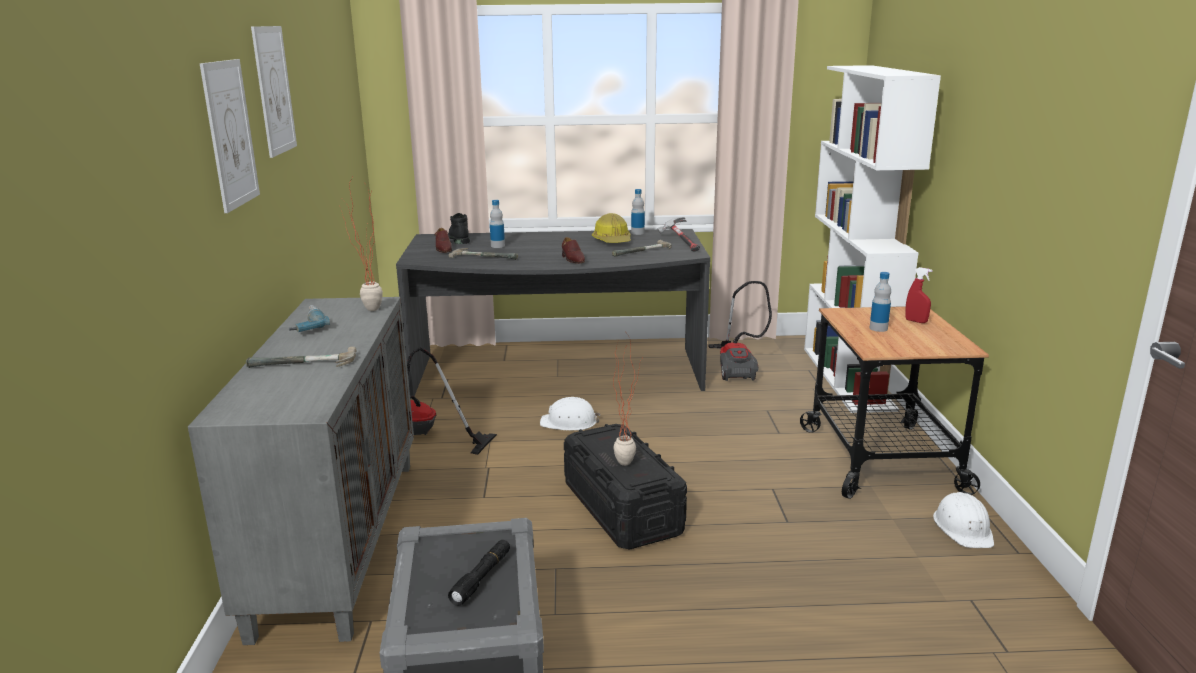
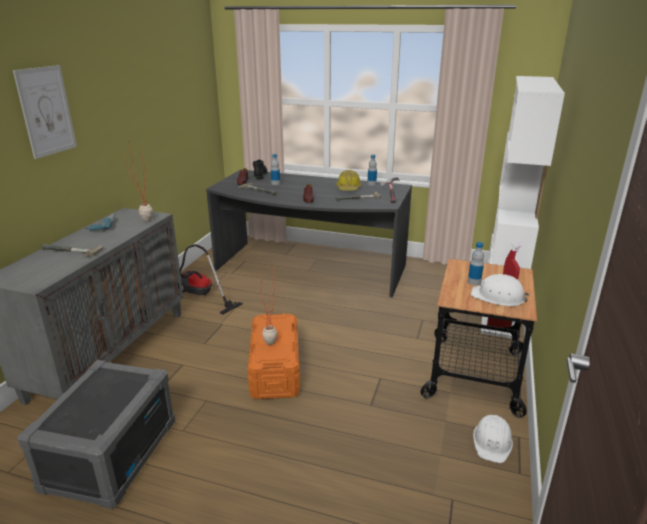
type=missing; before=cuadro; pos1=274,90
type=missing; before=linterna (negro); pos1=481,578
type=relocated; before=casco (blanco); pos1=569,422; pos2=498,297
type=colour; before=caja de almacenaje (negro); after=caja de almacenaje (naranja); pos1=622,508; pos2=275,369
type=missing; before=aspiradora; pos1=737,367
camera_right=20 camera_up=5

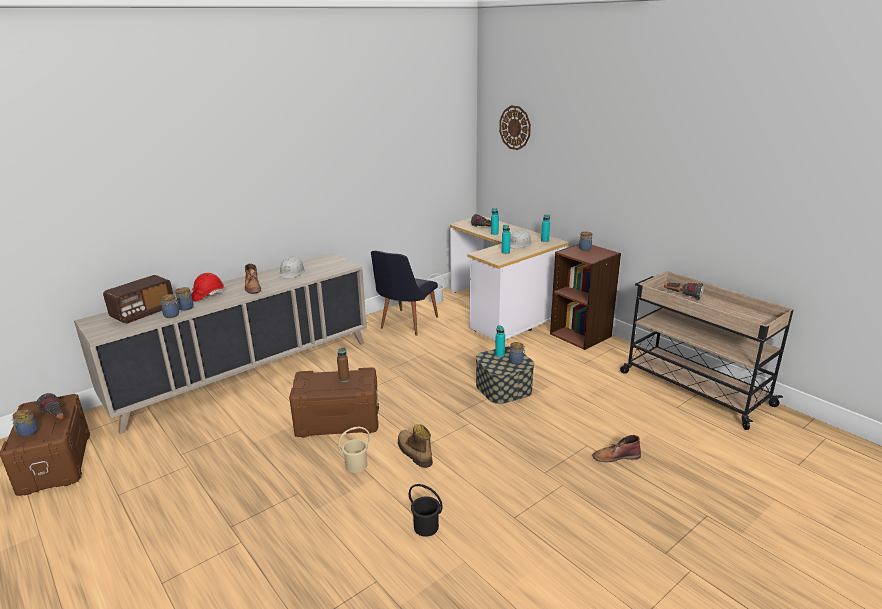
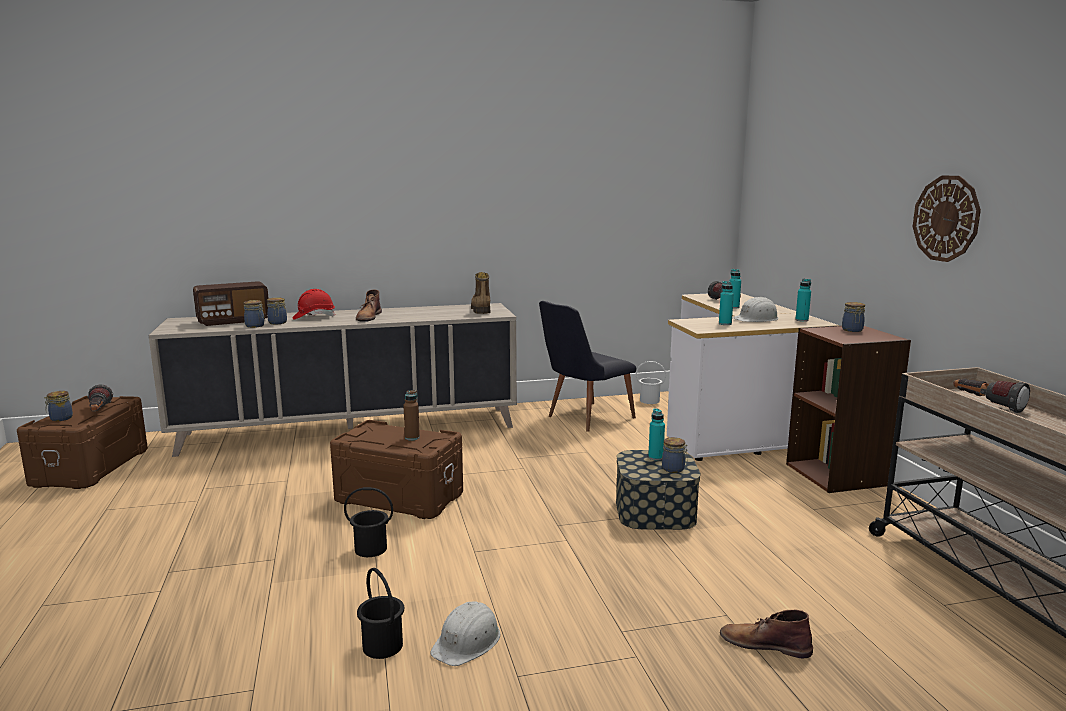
type=relocated; before=casco (blanco); pos1=291,272; pos2=467,641
type=colour; before=cubo (beis); after=cubo (negro); pos1=356,465; pos2=370,549
type=relocated; before=bota; pos1=414,453; pos2=480,309
type=relocated; before=reloj de pared; pos1=515,127; pos2=946,218
camera_right=25 camera_up=-10

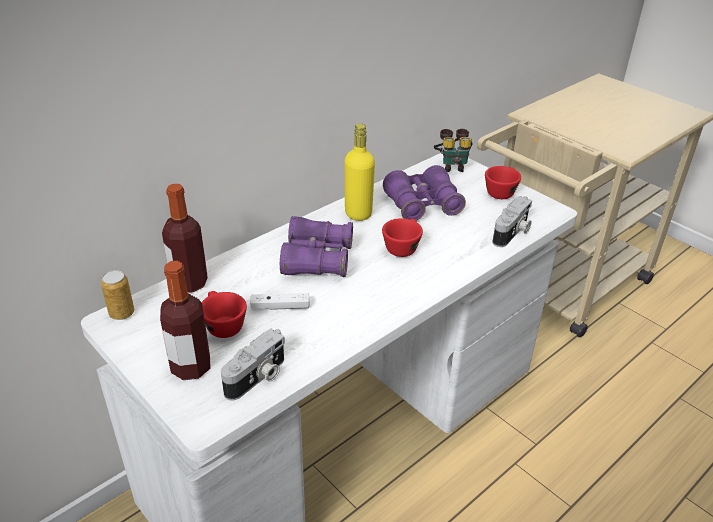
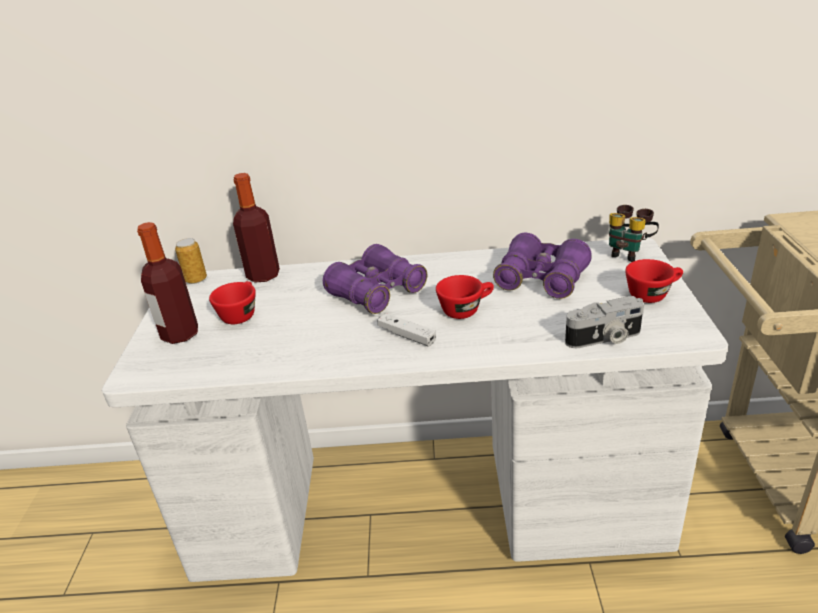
type=missing; before=cámara; pos1=258,378
type=relocated; before=mando de consola (blanco); pos1=280,307; pos2=406,335
type=missing; before=botella (amarillo); pos1=358,214
camera_right=45 camera_up=-5

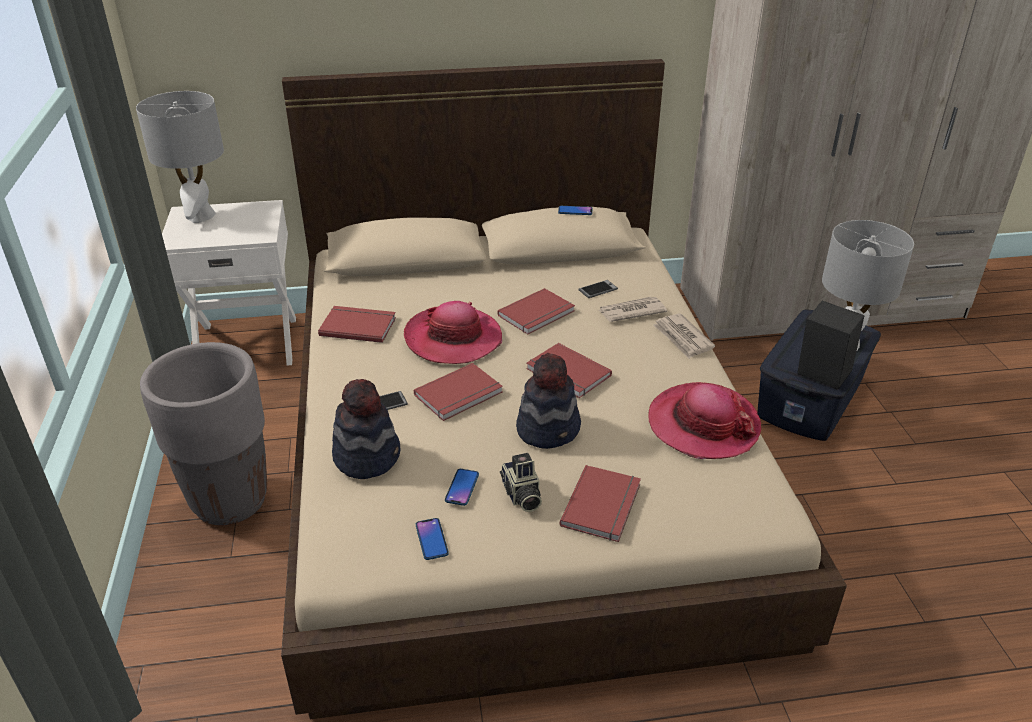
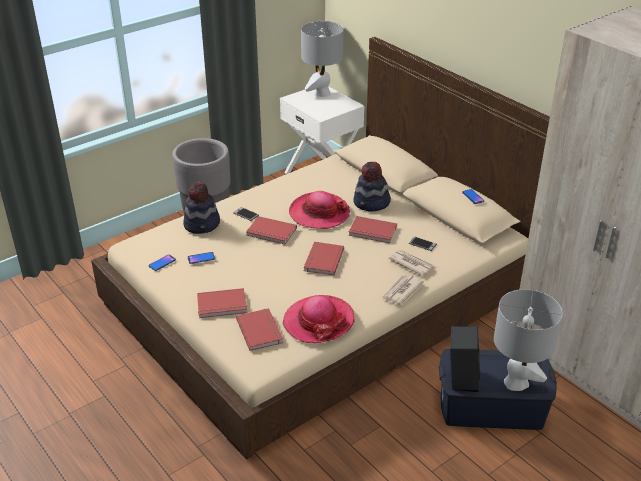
type=relocated; before=libro (rojo); pos1=358,325; pos2=261,330
type=missing; before=cámara; pos1=521,495
type=relocated; before=sombrero; pos1=549,428; pos2=371,203
camera_right=60 camera_up=0

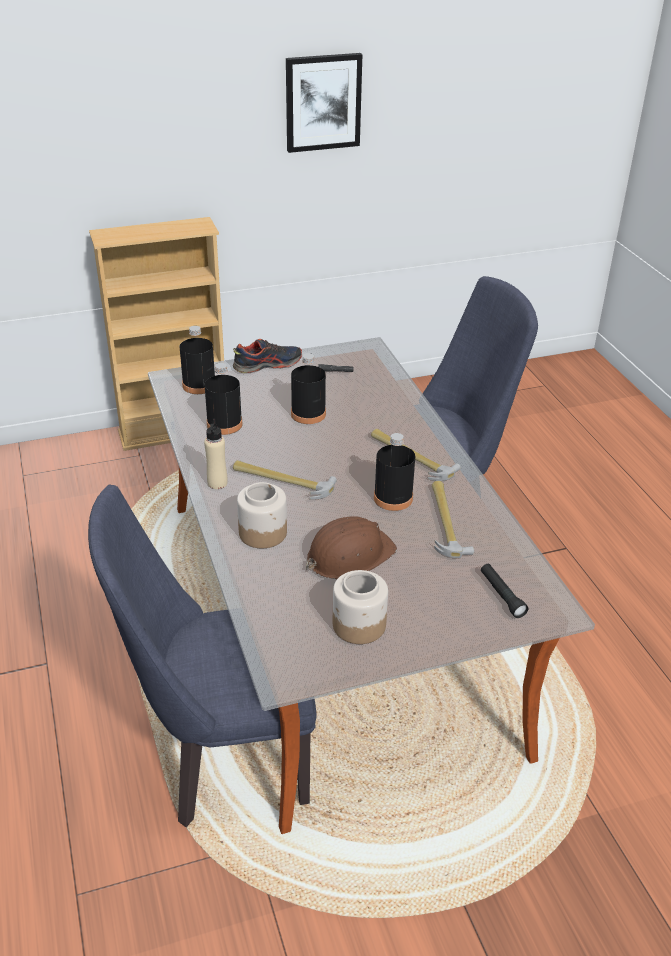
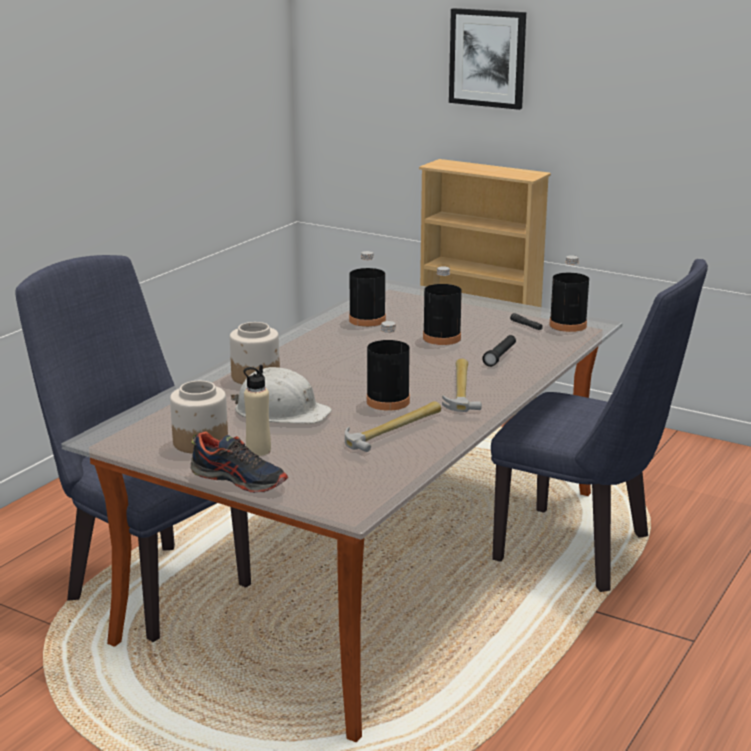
type=relocated; before=botella (negro); pos1=199,385; pos2=568,325
type=relocated; before=botella (beis); pos1=217,483; pos2=258,450
type=relocated; before=zapato; pos1=267,364; pos2=239,479
type=missing; before=martillo; pos1=282,481
type=relocated; before=cuadro; pos1=323,102; pos2=488,58
type=colour; before=casco (marrón); after=casco (blanco); pos1=349,555; pos2=281,411
type=relocated; before=linterna (negro); pos1=502,595; pos2=500,356
camera_right=50 camera_up=-15

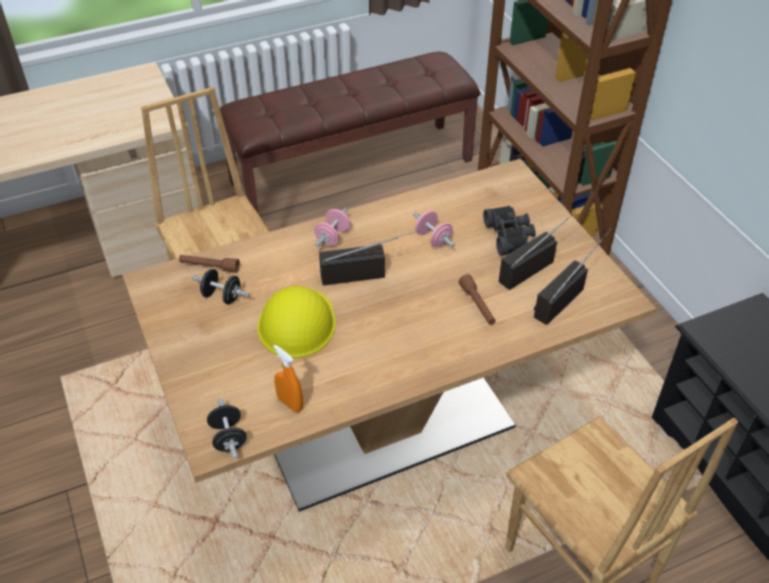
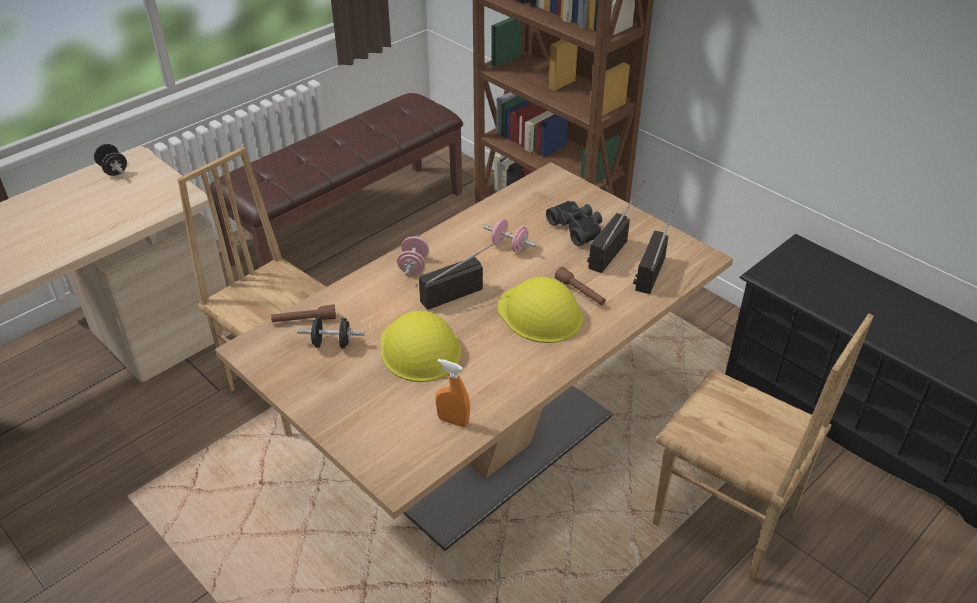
type=relocated; before=mancuerna (negro); pos1=228,438; pos2=113,170
type=appeared; after=casco (amarillo); pos2=540,313
camera_right=-20 camera_up=-5

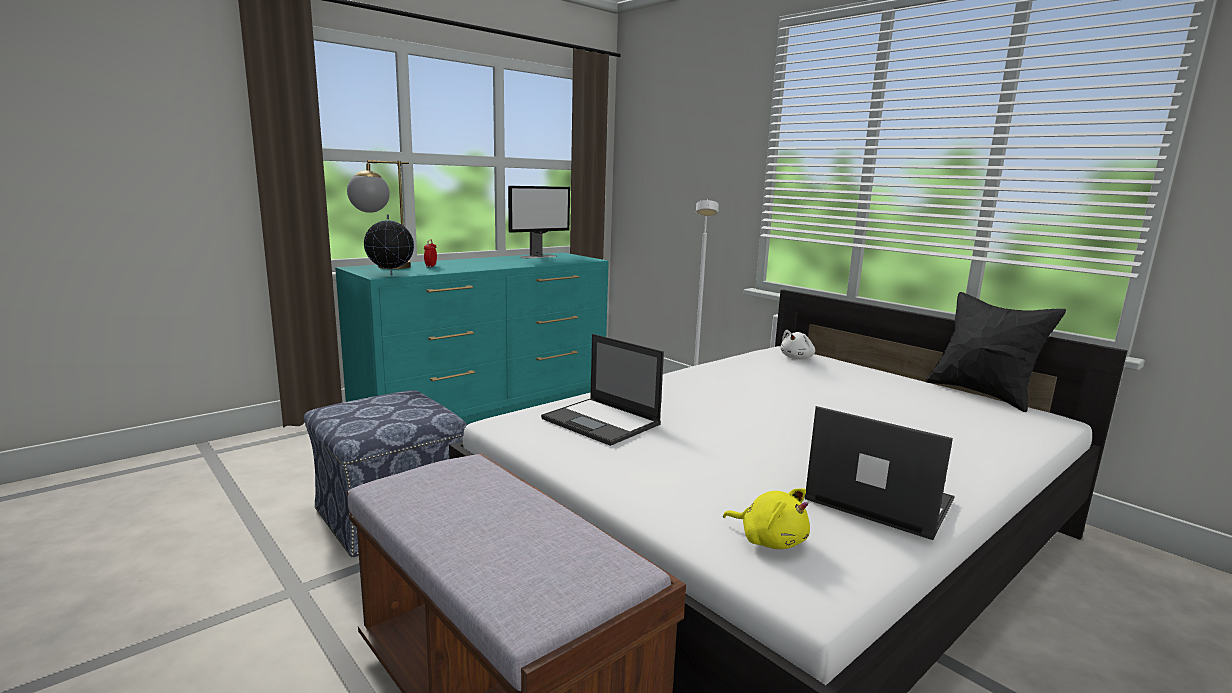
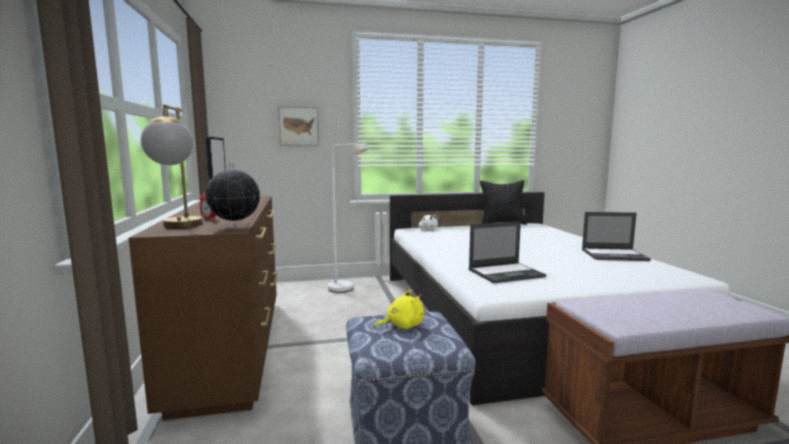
type=colour; before=cómoda (turquesa); after=cómoda (marrón); pos1=488,406; pos2=232,347
type=relocated; before=peluche (amarillo); pos1=769,540; pos2=402,326
type=spun; before=portátil; pos1=876,499; pos2=615,255; turn=-150
type=appeared; after=cuadro; pos2=298,126
camera_right=-60 camera_up=-5

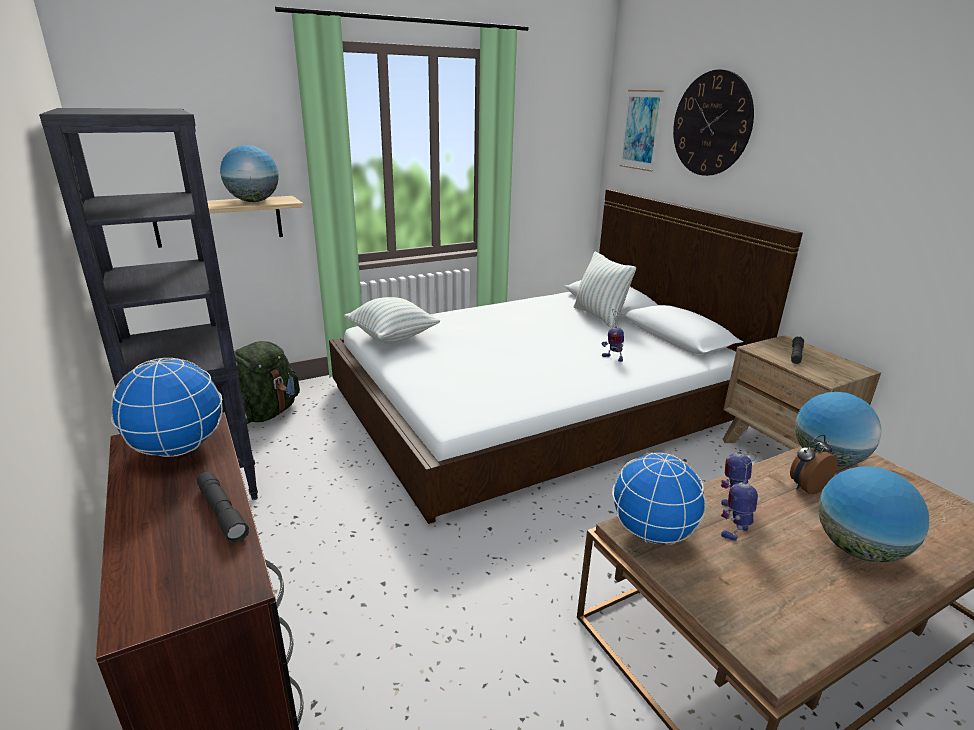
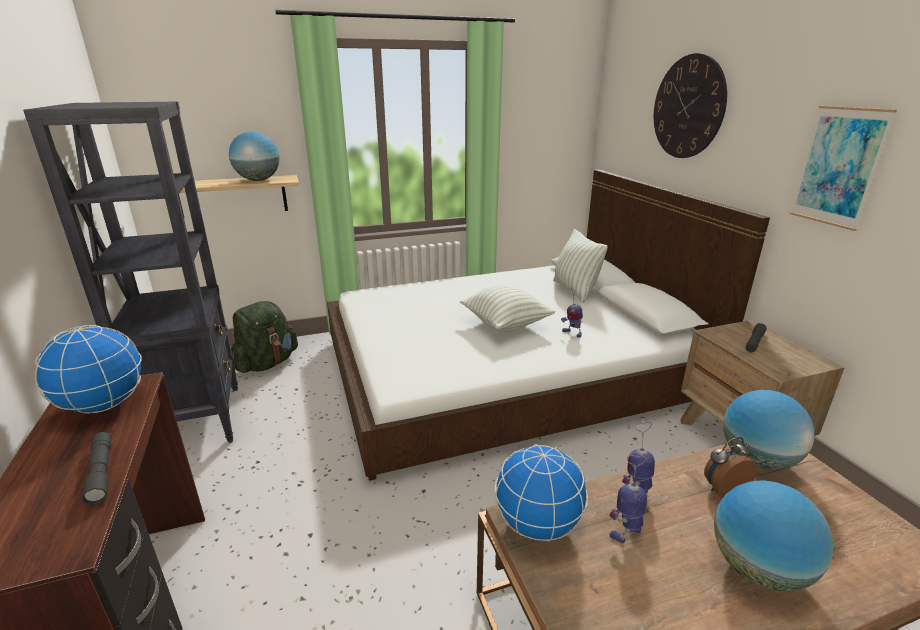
type=relocated; before=cojín; pos1=392,337; pos2=505,324
type=relocated; before=cuadro; pos1=640,130; pos2=838,167
camera_right=10 camera_up=0

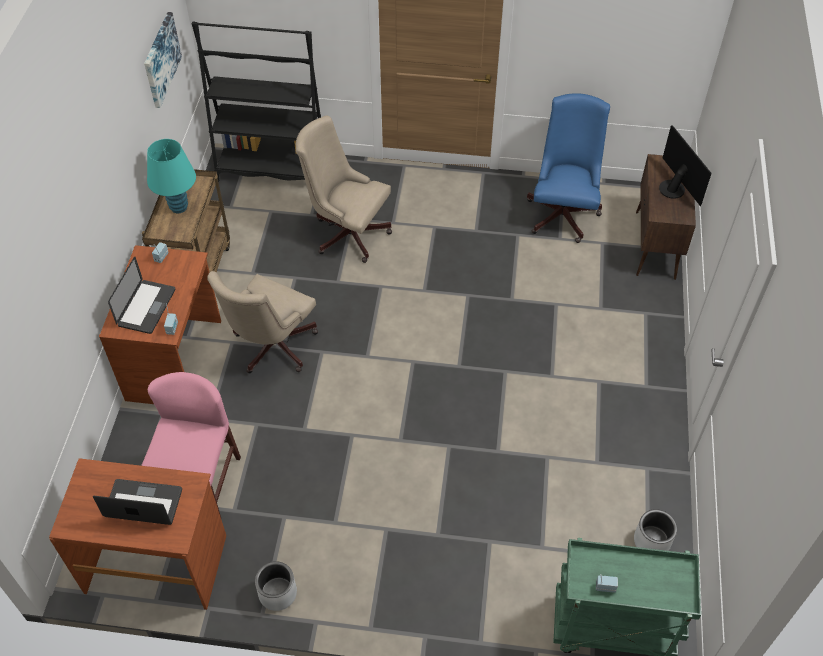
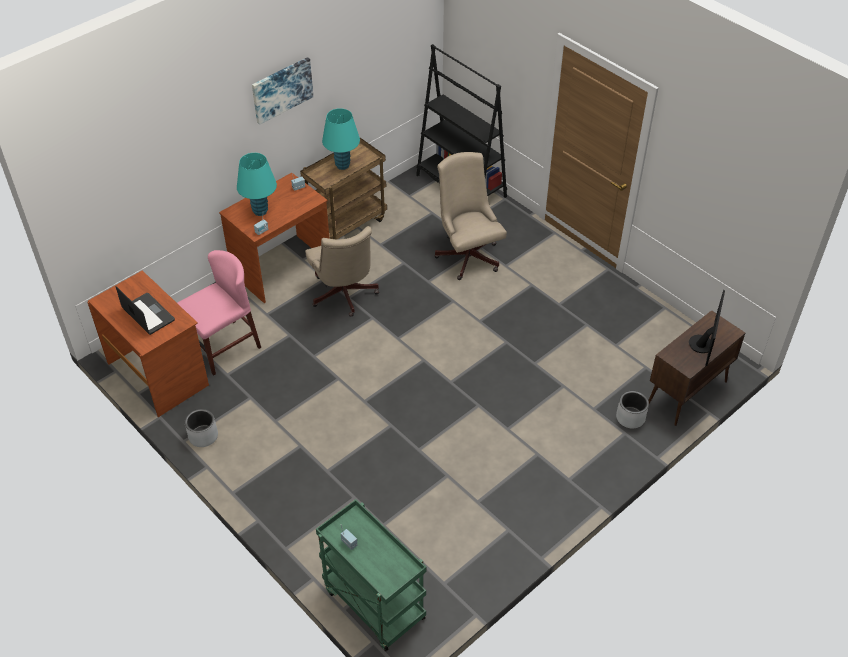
type=exchanged; before=portátil; after=lámpara de mesa (turquesa); pos1=146,307; pos2=260,211
type=relocated; before=cuadro; pos1=160,59; pos2=281,89
type=spun; before=silla de oficina (beis); pos1=271,348; pos2=344,296; turn=-90
type=missing; before=silla de oficina (azul); pos1=563,212
type=relocated; before=maceta (gris); pos1=652,541; pos2=630,418
camera_right=40 camera_up=-5

